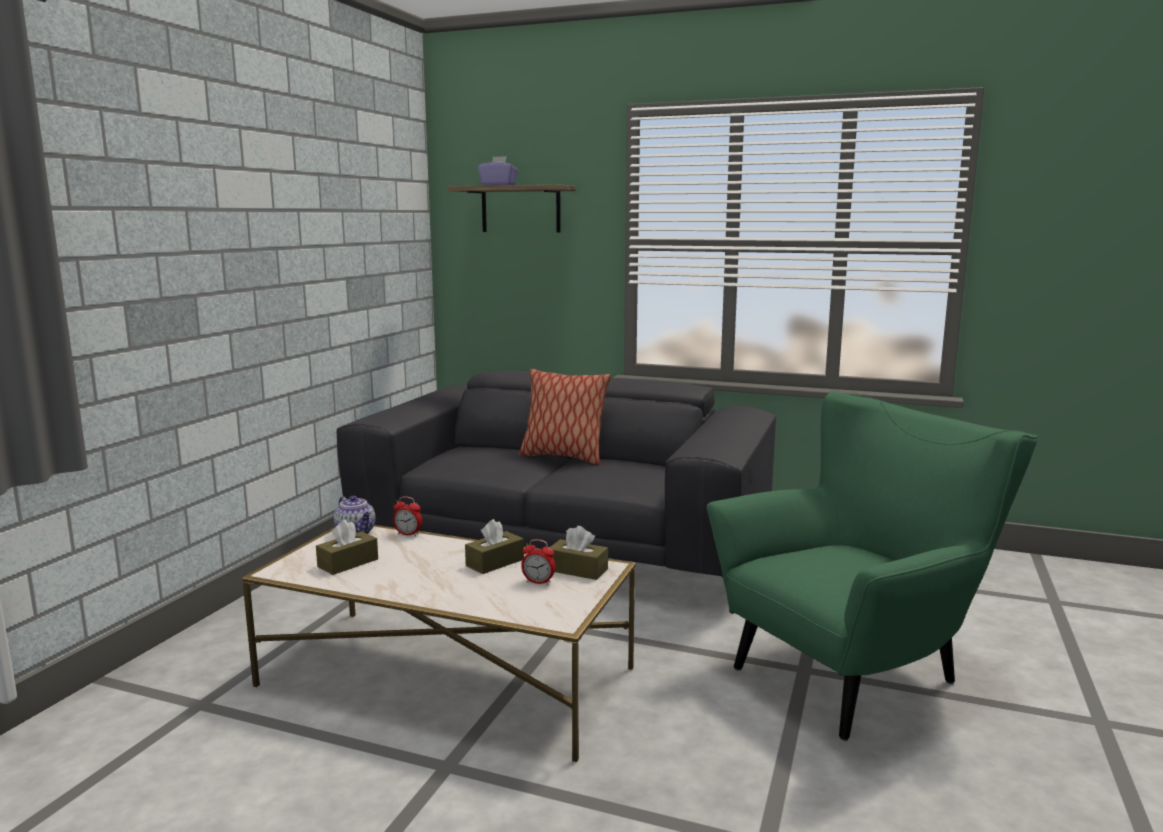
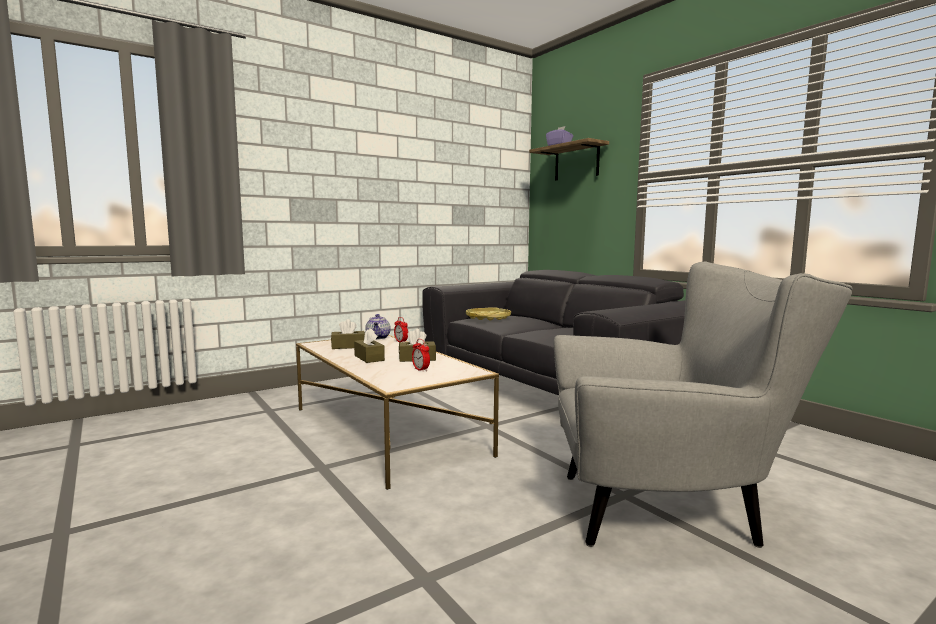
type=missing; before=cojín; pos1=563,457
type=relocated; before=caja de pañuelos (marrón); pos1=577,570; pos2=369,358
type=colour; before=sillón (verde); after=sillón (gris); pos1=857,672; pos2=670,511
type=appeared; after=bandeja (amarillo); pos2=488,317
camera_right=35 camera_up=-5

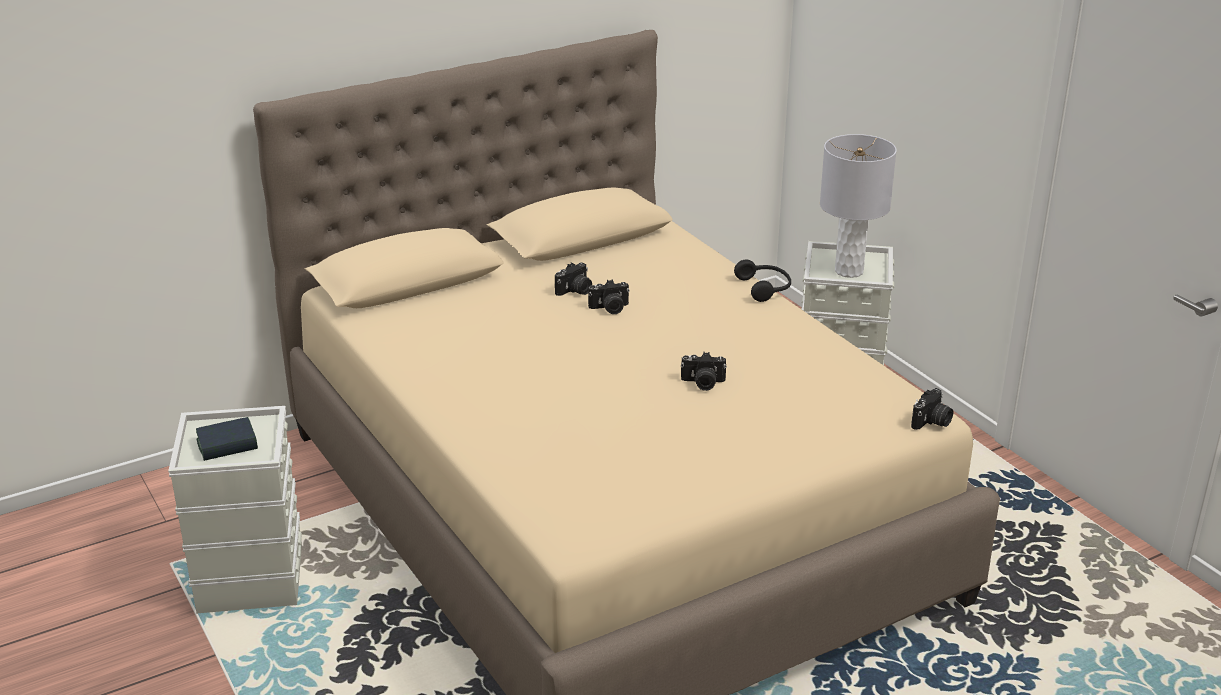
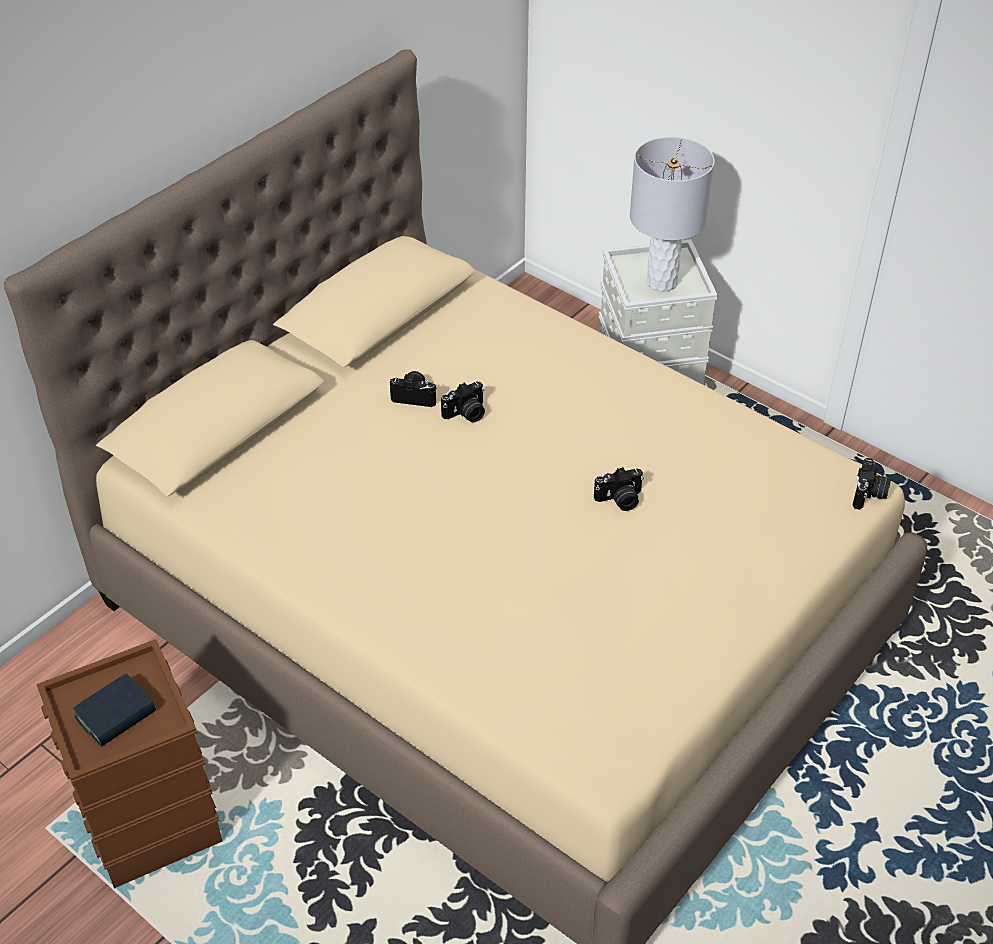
type=colour; before=caja de almacenaje (gris); after=caja de almacenaje (marrón); pos1=249,580; pos2=150,823
type=spun; before=cámara; pos1=575,291; pos2=415,396; turn=-105
type=missing; before=auriculares (negro); pos1=765,288
camera_right=-20 camera_up=15

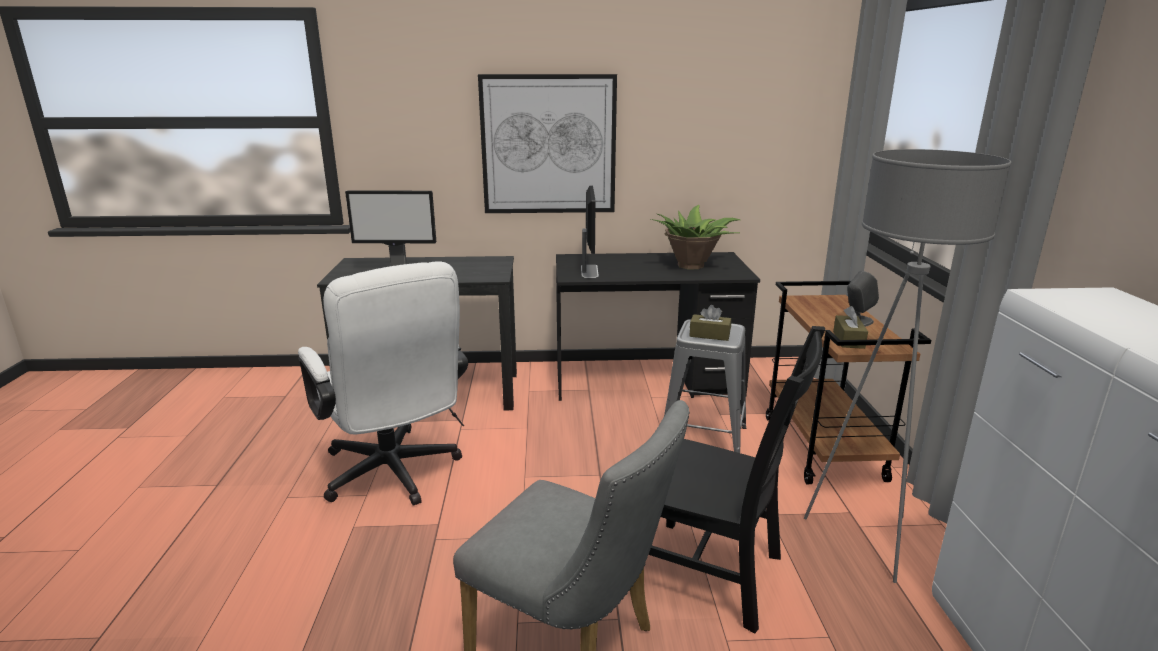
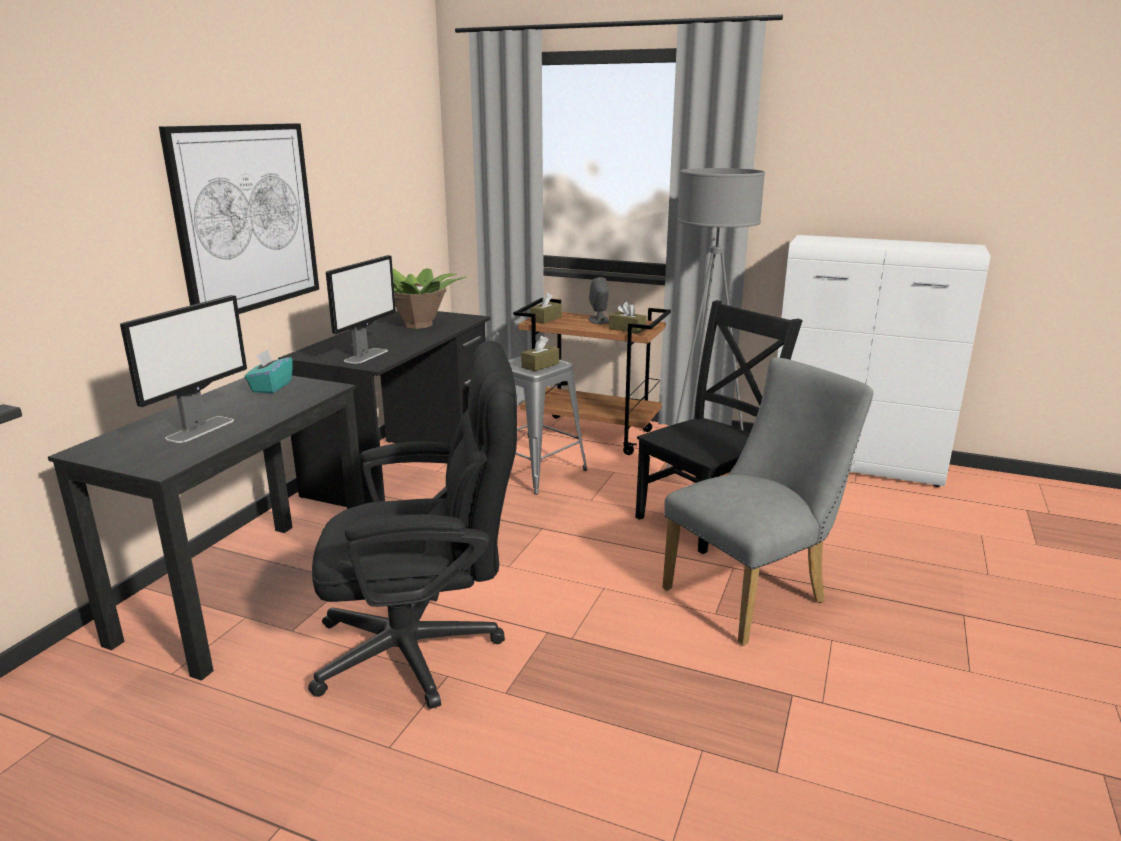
type=colour; before=silla de oficina (blanco); after=silla de oficina (negro); pos1=394,475; pos2=425,649
type=spun; before=monitor; pos1=589,271; pos2=366,355; turn=90
type=appeared; after=caja de pañuelos (turquesa); pos2=271,387
type=appeared; after=caja de pañuelos (marrón); pos2=546,319
camera_right=-65 camera_up=0

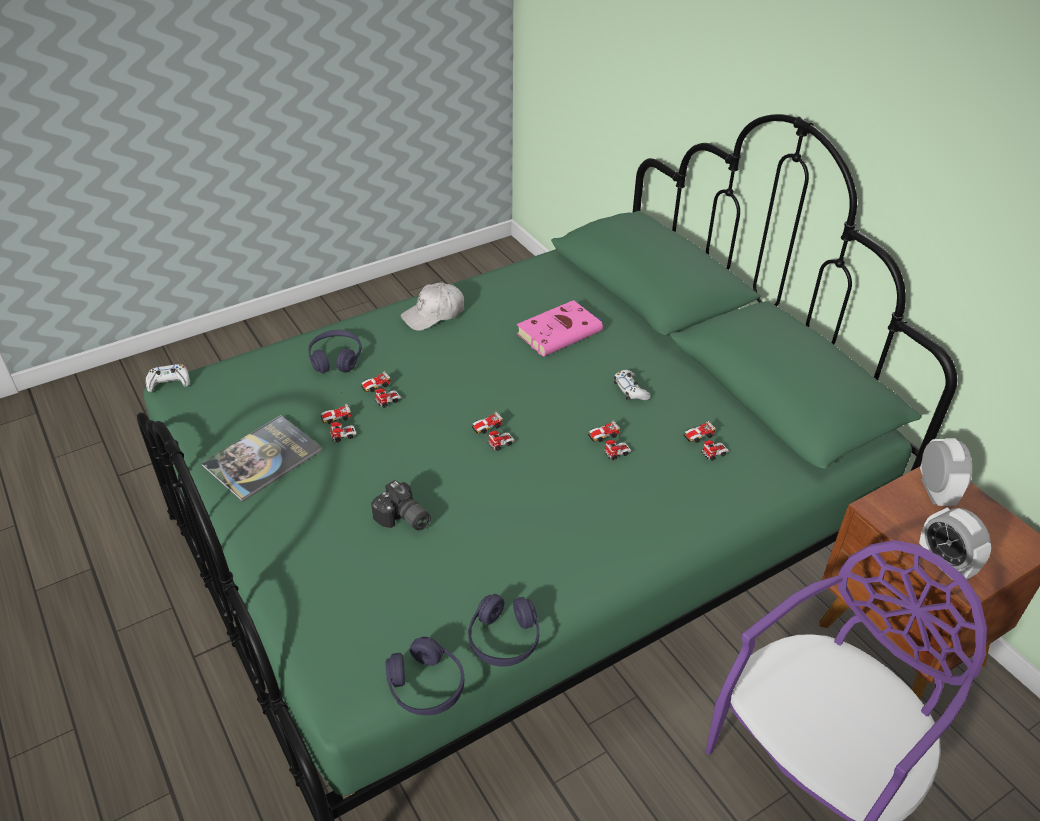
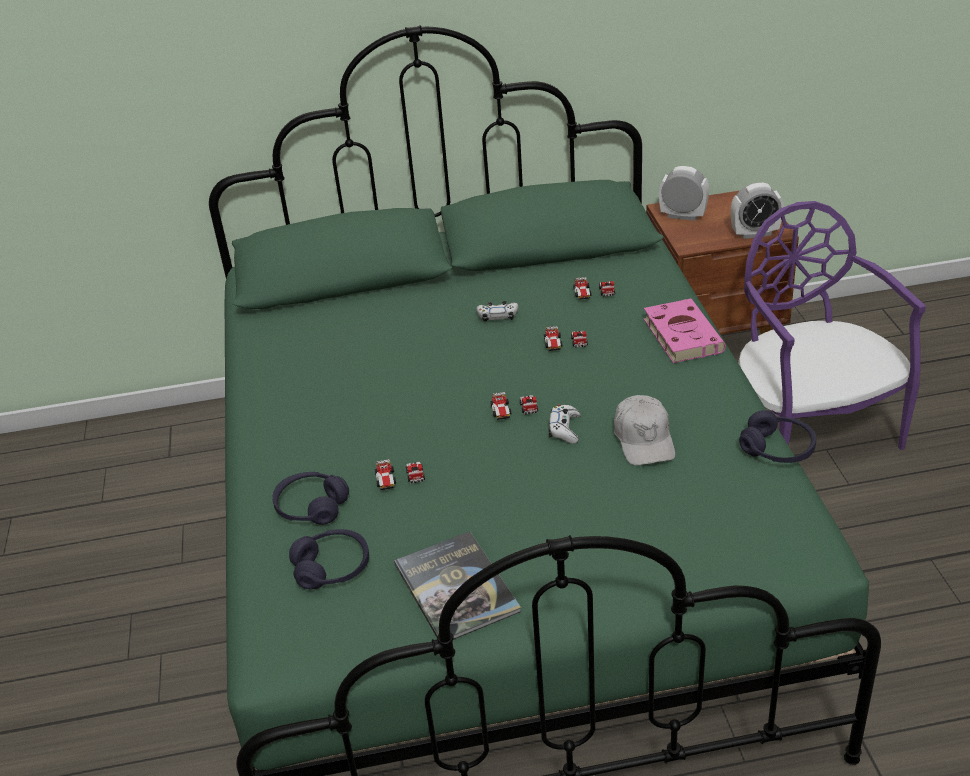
type=relocated; before=mando de consola (blanco); pos1=169,382; pos2=564,429
type=missing; before=coche de juguete; pos1=339,427
type=missing; before=cámara; pos1=403,519
type=relocated; before=auriculares (morado); pos1=426,686; pos2=332,568
type=relocated; before=gorra (blanco); pos1=433,314; pos2=644,439
type=relocated; before=libro (rosa); pos1=561,332; pos2=681,334
camera_right=-65 camera_up=-5

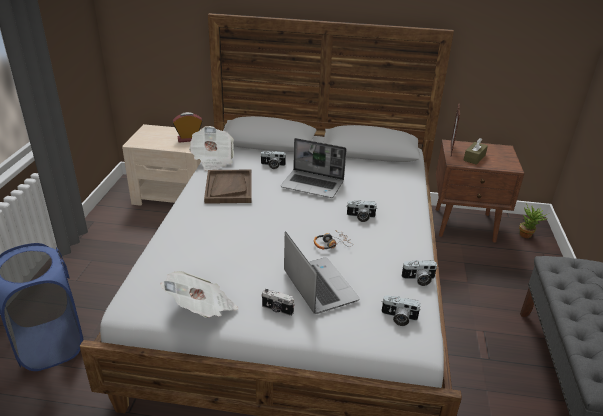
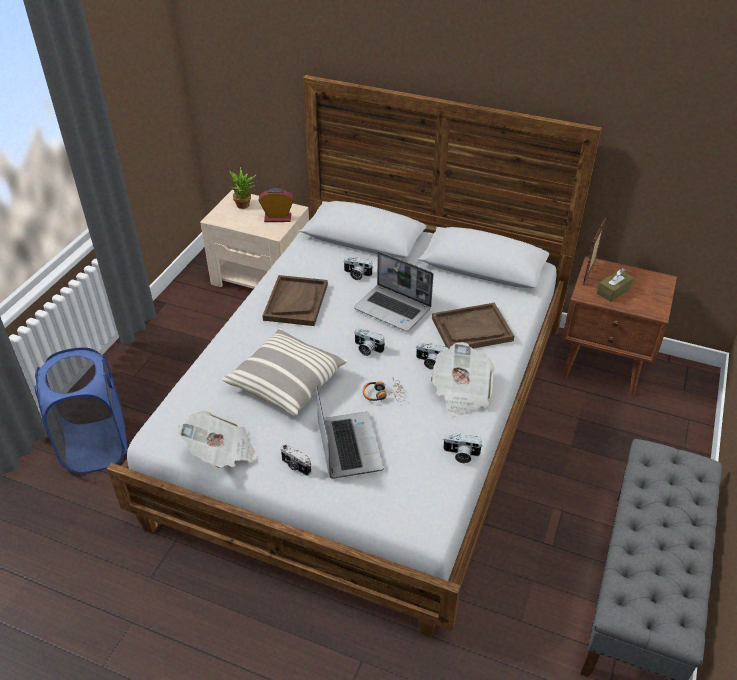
type=relocated; before=periódico; pos1=212,160; pos2=461,392
type=relocated; before=cámara; pos1=398,318; pos2=367,349
type=relocated; before=planta en maceta; pos1=527,235; pos2=245,206
type=appeared; after=cojín; pos2=287,382
type=appeared; after=bandeja (marrón); pos2=471,329
camera_right=15 camera_up=10

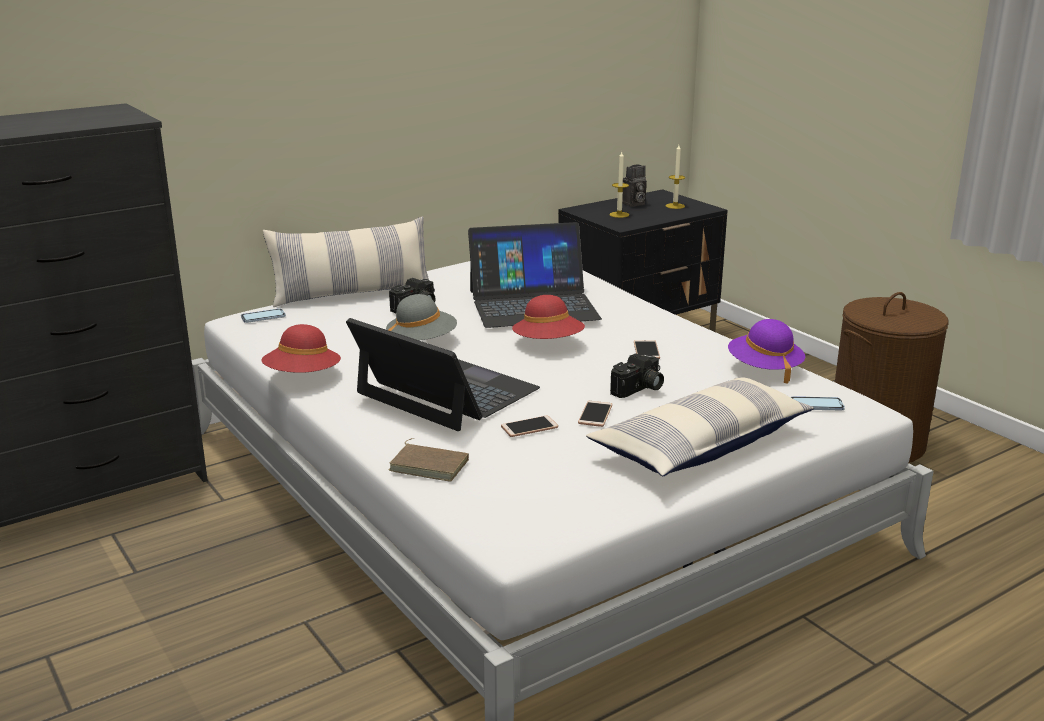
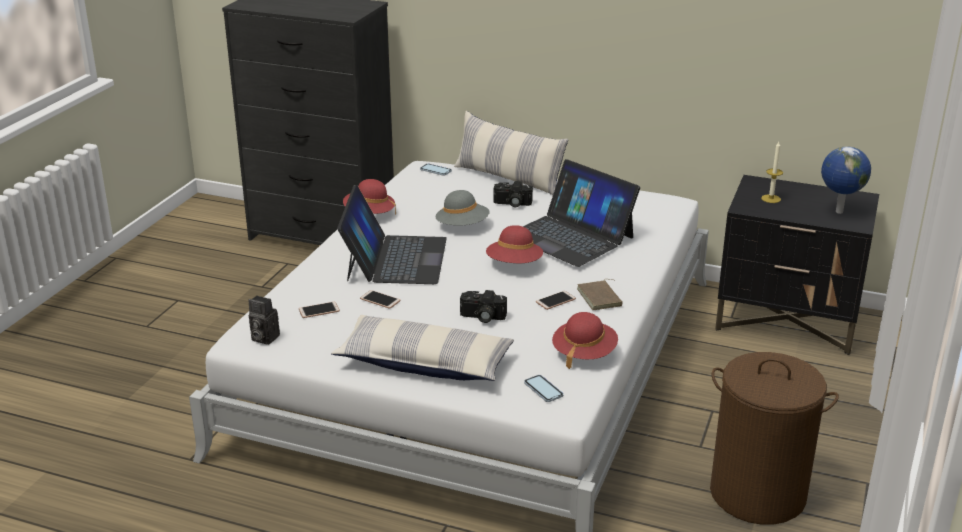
type=relocated; before=libro (marrón); pos1=430,465; pos2=601,298
type=relocated; before=móvil; pos1=595,414; pos2=319,310
type=relocated; before=cámara; pos1=633,204; pos2=263,338
type=exchanged; before=vela; after=globo terráqueo; pos1=675,206; pos2=838,212
type=colour; before=sombrero (morado); after=sombrero (rojo); pos1=764,369; pos2=584,353
camera_right=55 camera_up=5

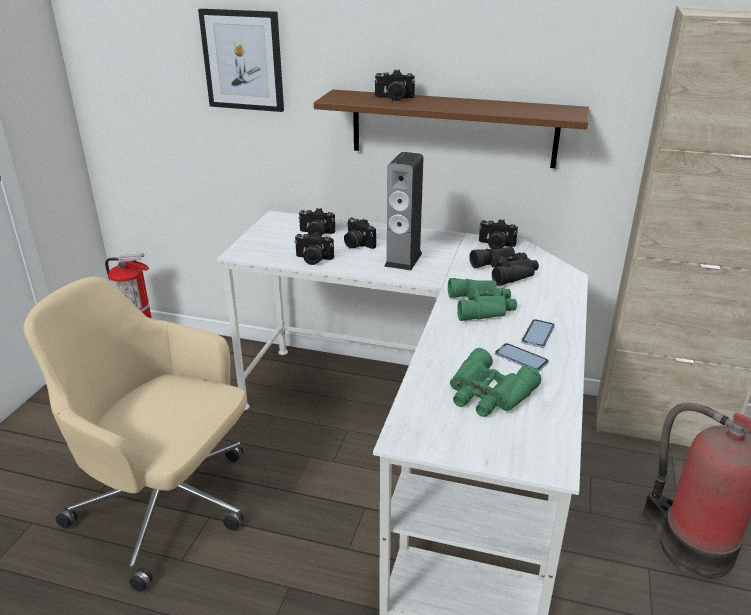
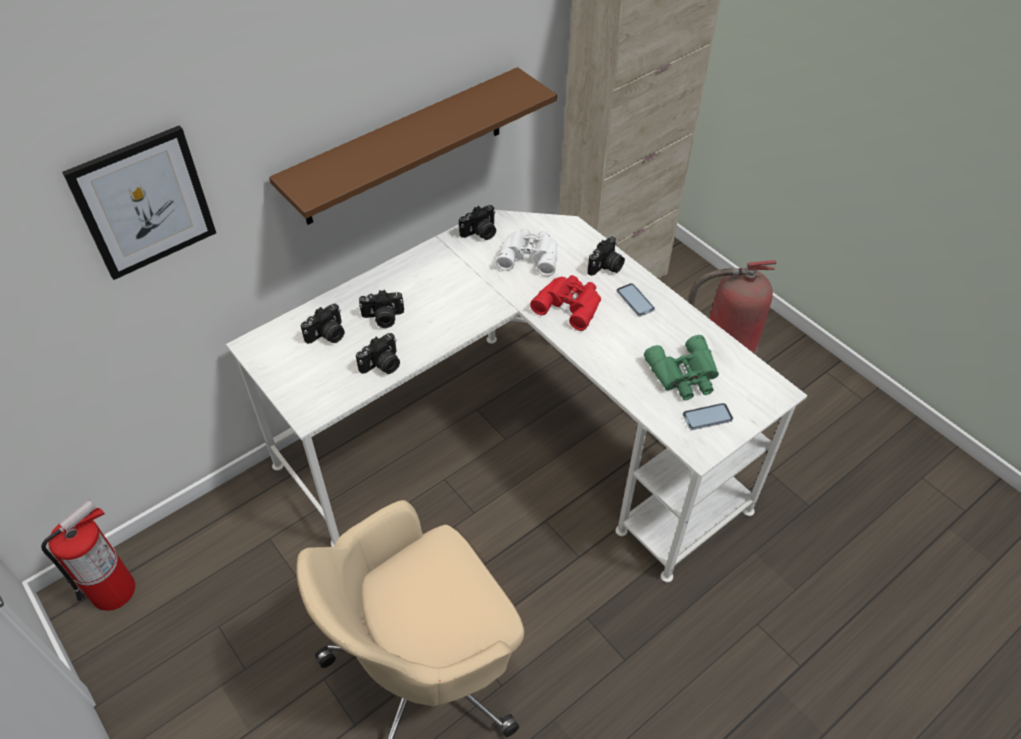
type=relocated; before=cámara; pos1=394,98; pos2=606,267
type=missing; before=altavoz; pos1=403,259
type=colour; before=prismáticos (verde); after=prismáticos (rojo); pos1=483,306; pos2=569,304
type=colour; before=prismáticos (negro); after=prismáticos (blanco); pos1=507,271; pos2=529,255
type=relocated; before=móvil; pos1=521,358; pos2=707,417
camera_right=-55 camera_up=20

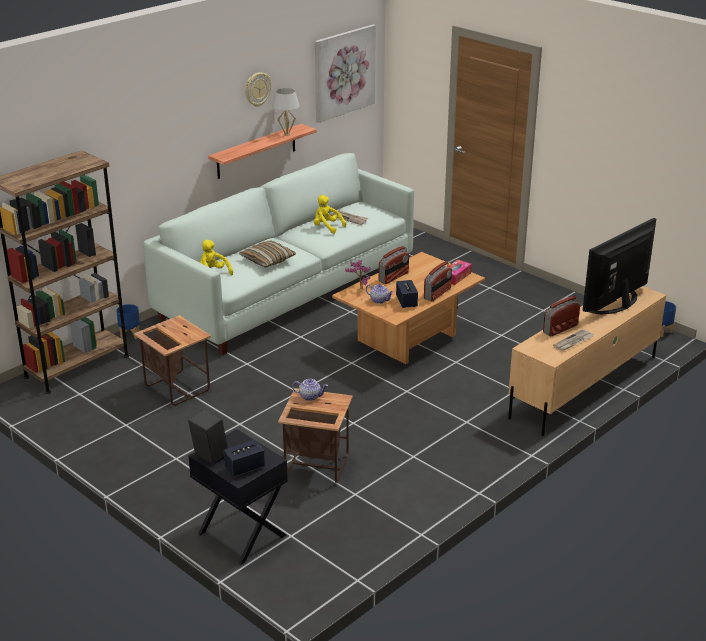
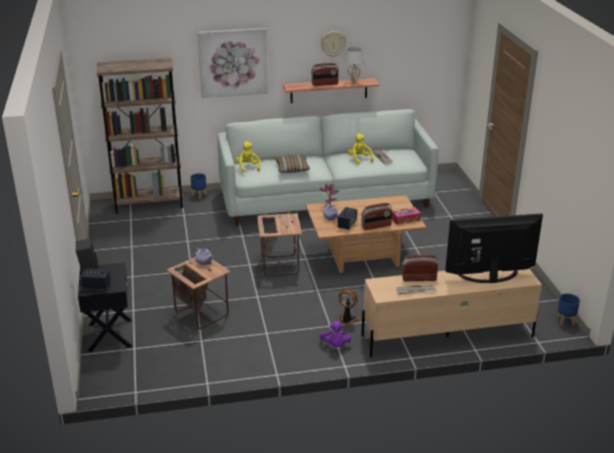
type=relocated; before=mesa auxiliar; pos1=176,388; pos2=279,265
type=relocated; before=cuadro; pos1=344,72; pos2=233,62
type=relocated; before=radio; pos1=394,277; pos2=324,84
type=appeared; after=peluche (morado); pos2=335,345
type=appeared; after=ventilador; pos2=347,320
camera_right=35 camera_up=0

